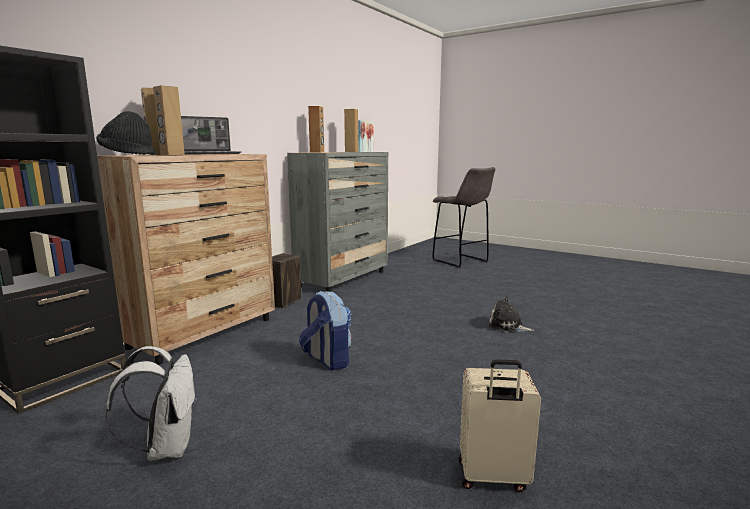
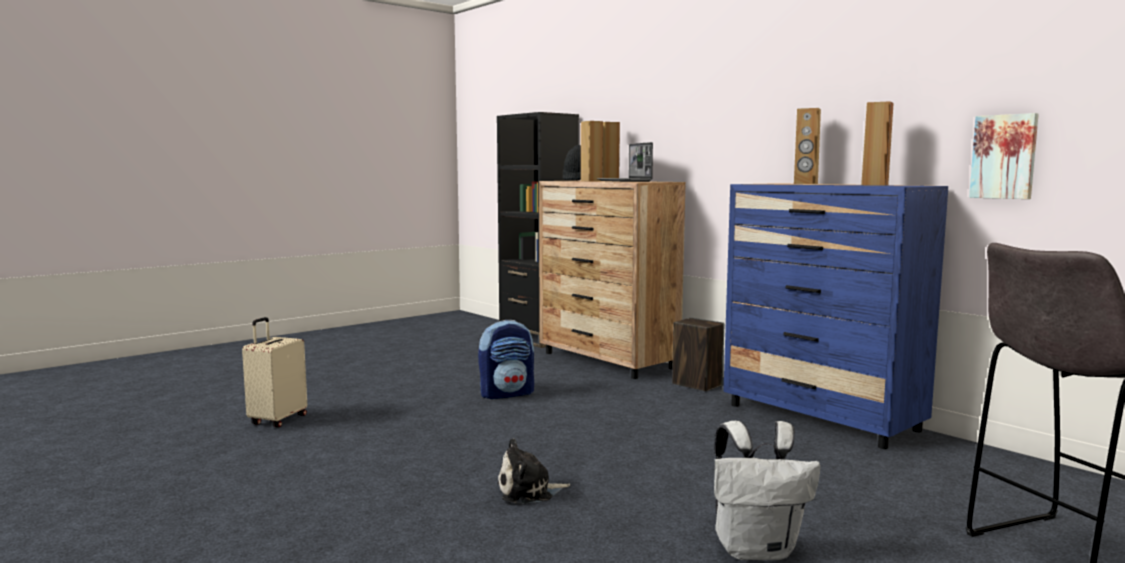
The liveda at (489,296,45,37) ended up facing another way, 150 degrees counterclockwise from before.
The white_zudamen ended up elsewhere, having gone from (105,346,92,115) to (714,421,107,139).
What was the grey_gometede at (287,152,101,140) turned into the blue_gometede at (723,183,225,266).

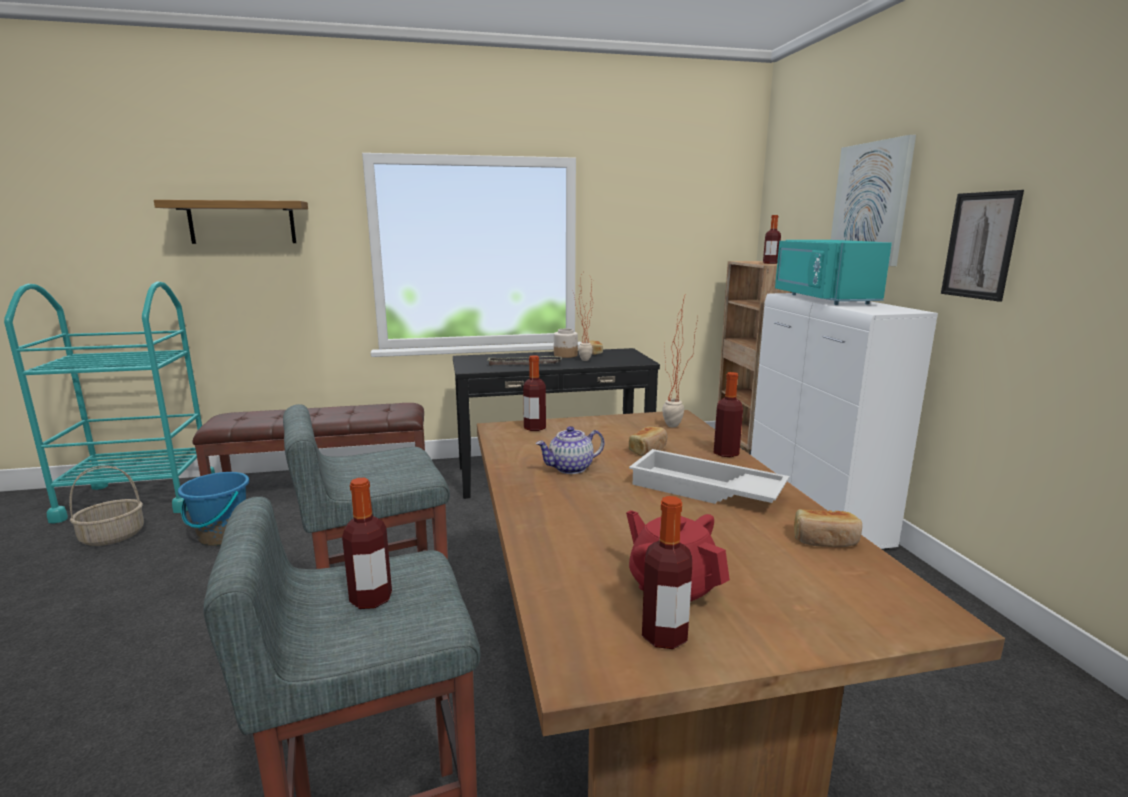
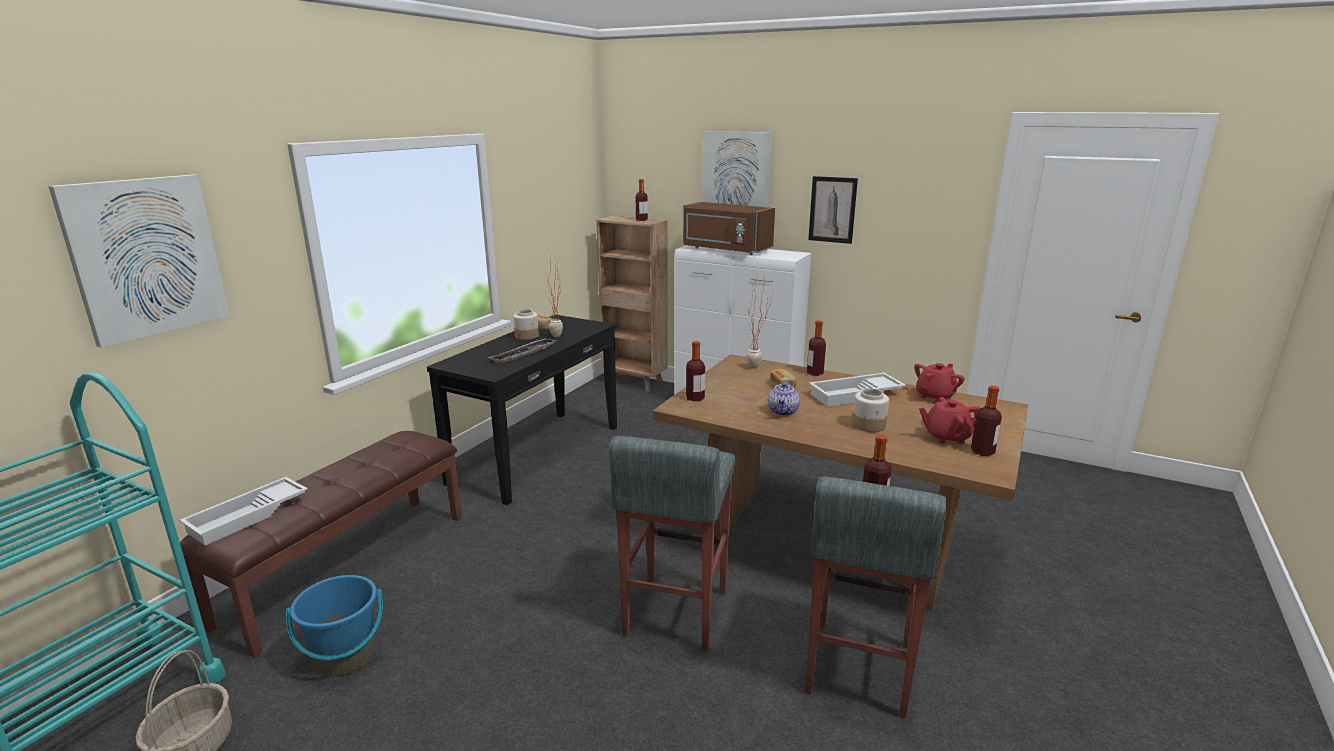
Where the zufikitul hung at (154,200,154,44), the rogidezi came to hang at (48,175,182,173).
The second view gained the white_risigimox at (179,477,129,68).
What was the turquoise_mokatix at (775,240,117,65) turned into the brown_mokatix at (683,202,92,53).
The second view gained the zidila at (852,388,37,44).
Where the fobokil stood at (794,509,68,38), the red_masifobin came to stand at (914,363,50,39).

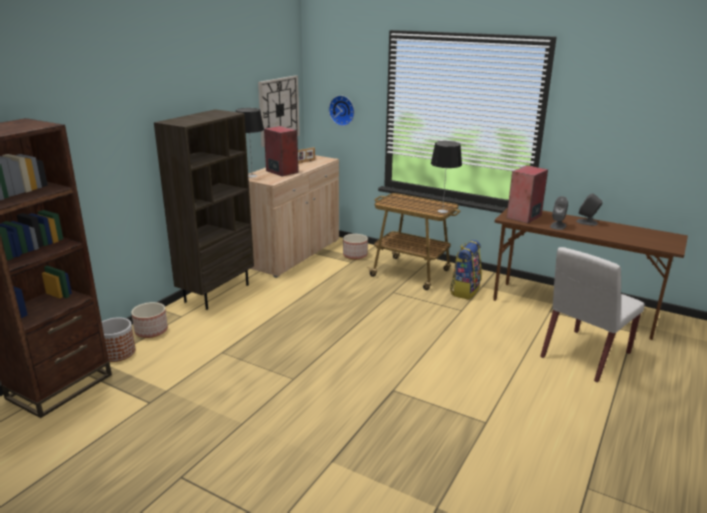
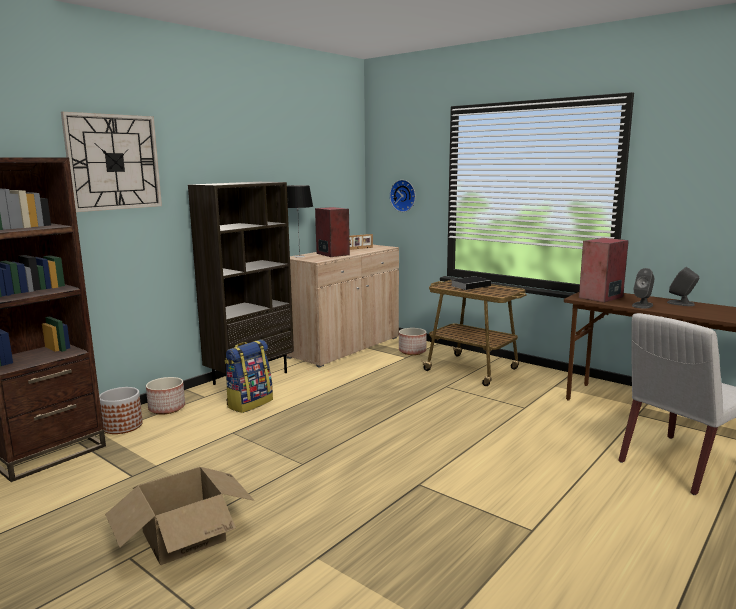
The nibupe ended up elsewhere, having gone from (258,75,42,72) to (61,112,101,100).
The second view gained the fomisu at (105,467,150,98).
The zudamen ended up elsewhere, having gone from (450,240,32,60) to (224,340,49,73).
The second view gained the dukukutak at (452,276,39,14).
The second view lost the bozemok at (431,141,31,72).

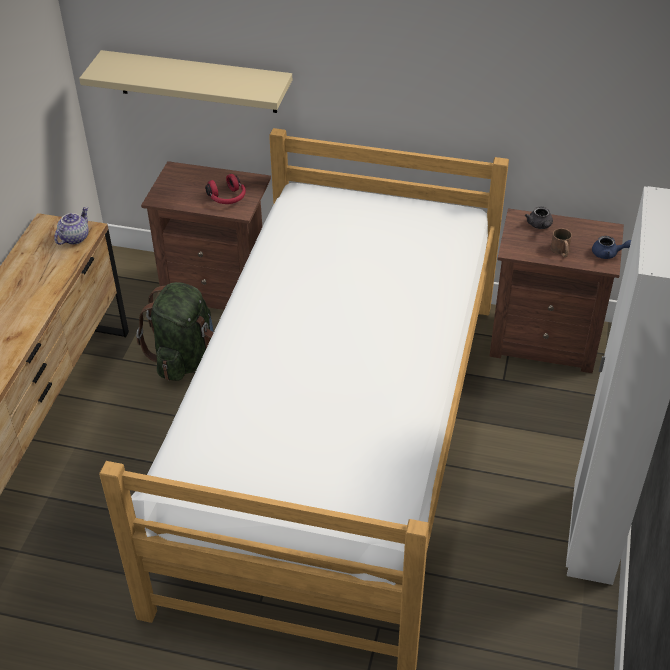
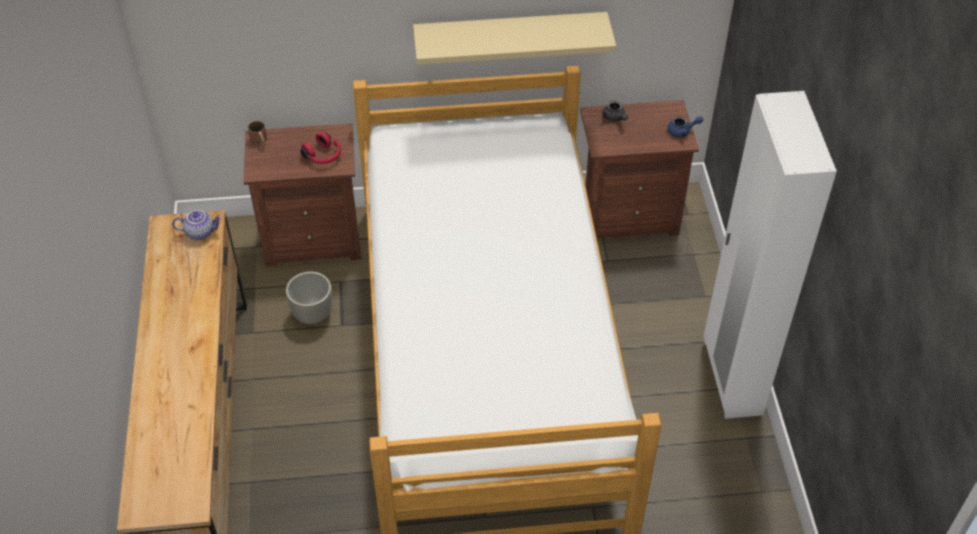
The masifobin at (54,207,35,38) ended up facing another way, 75 degrees clockwise from before.
The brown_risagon ended up elsewhere, having gone from (551,228,21,29) to (248,121,19,25).
Where the green_zudamen stood at (136,282,78,99), the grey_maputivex came to stand at (286,271,46,53).
The beige_zufikitul ended up elsewhere, having gone from (79,50,213,63) to (413,12,203,53).

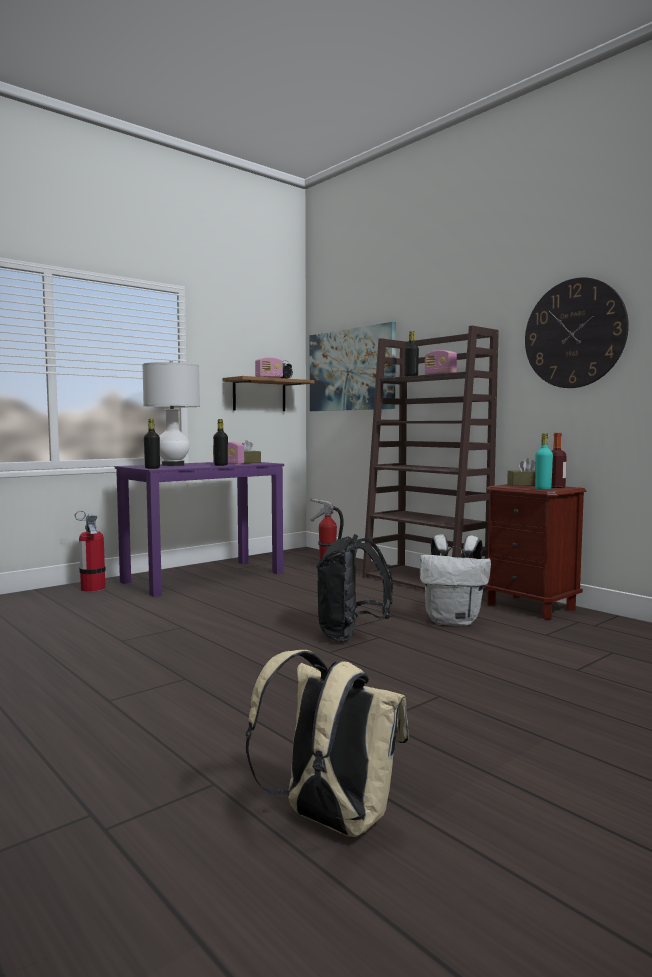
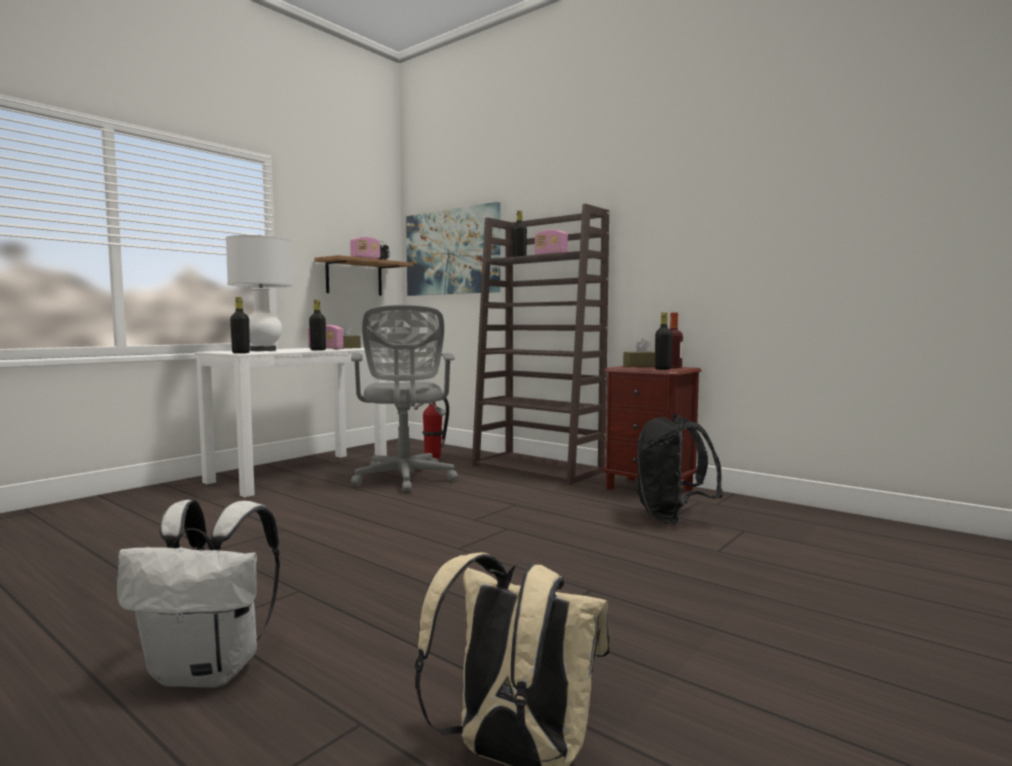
The white_zudamen ended up elsewhere, having gone from (420,534,71,92) to (117,500,163,187).
What was the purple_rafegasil at (115,462,169,135) turned into the white_rafegasil at (194,348,193,149).
The second view gained the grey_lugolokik at (351,305,107,188).
The black_zudamen ended up elsewhere, having gone from (316,534,77,107) to (636,414,87,110).
What was the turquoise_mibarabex at (535,433,18,57) turned into the black_mibarabex at (655,312,17,58).
The second view lost the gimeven at (75,511,31,81).
The second view lost the nibupe at (525,277,104,111).

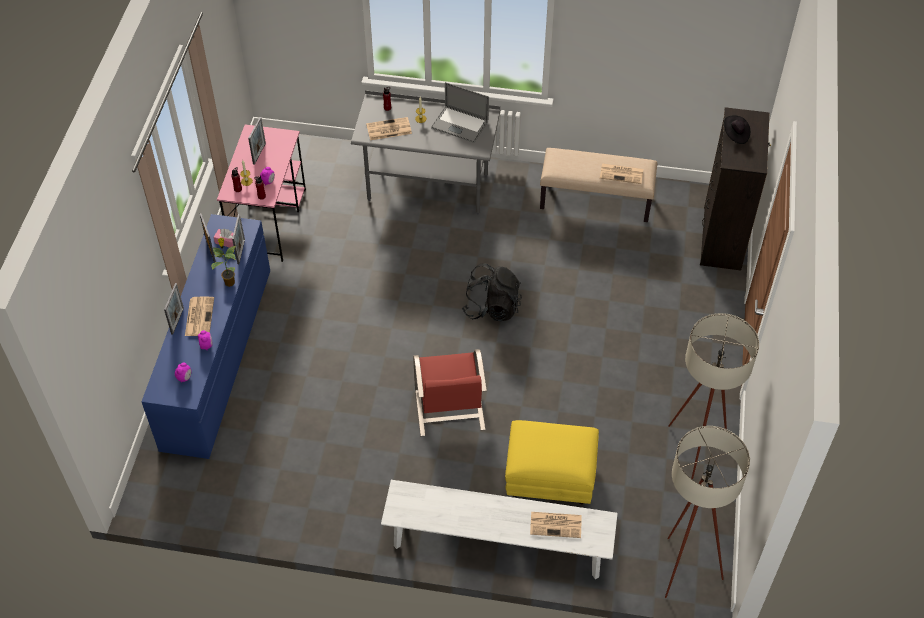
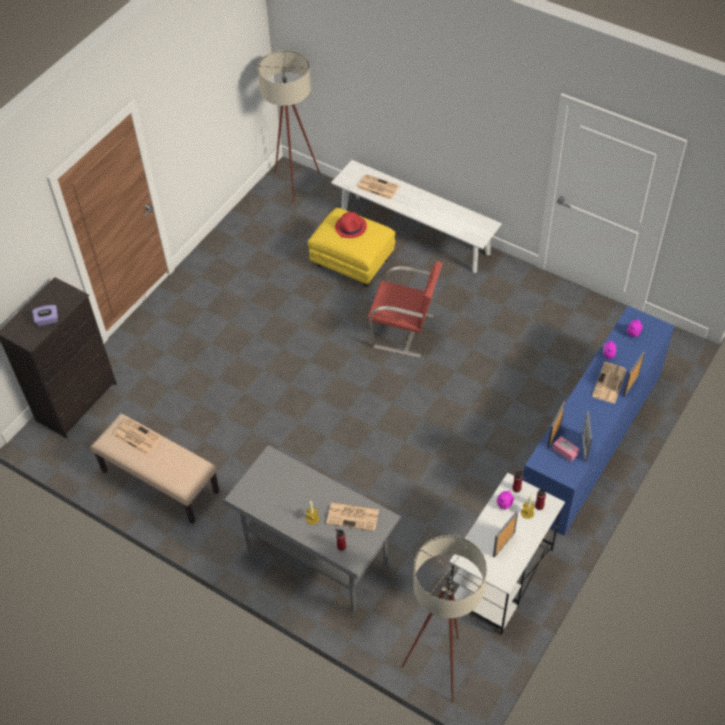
Where the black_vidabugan stood at (724,115,26,29), the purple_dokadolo came to stand at (32,305,26,21).
The second view gained the red_vidabugan at (335,212,32,26).
The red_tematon at (413,349,74,87) ended up facing another way, 90 degrees clockwise from before.
The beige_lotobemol ended up elsewhere, having gone from (668,313,91,166) to (401,535,86,167).
What was the pink_rafegasil at (217,124,89,138) turned into the white_rafegasil at (449,473,116,162).
The second view lost the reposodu at (212,238,24,49).
The second view lost the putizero at (431,82,58,61).
The second view lost the black_zudamen at (462,263,60,58).

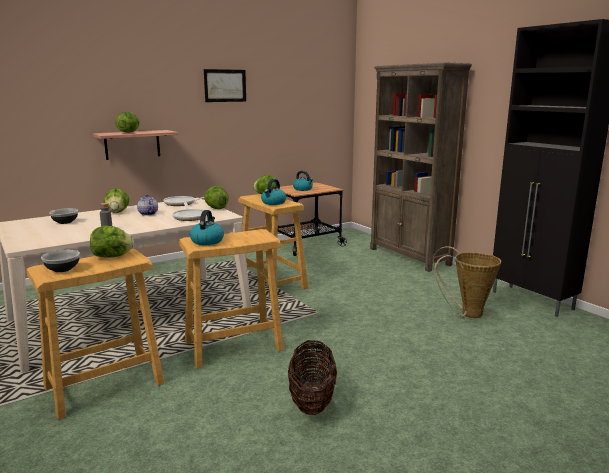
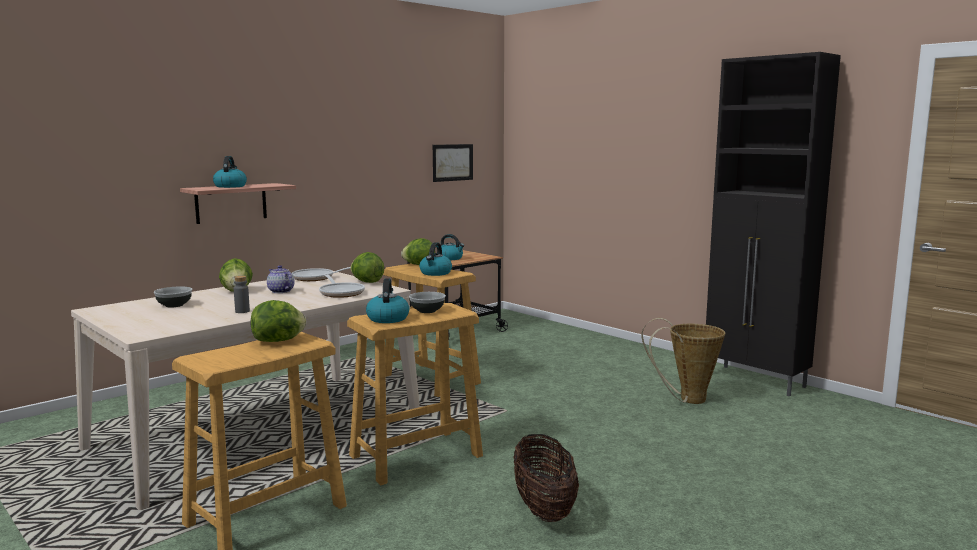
Where the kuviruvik stood at (115,111,24,22), the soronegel came to stand at (213,156,34,32).
The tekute ended up elsewhere, having gone from (41,250,39,22) to (409,292,37,21).
The rogidezi ended up elsewhere, having gone from (204,69,42,33) to (433,144,40,38).
The second view lost the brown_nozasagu at (370,62,102,210).

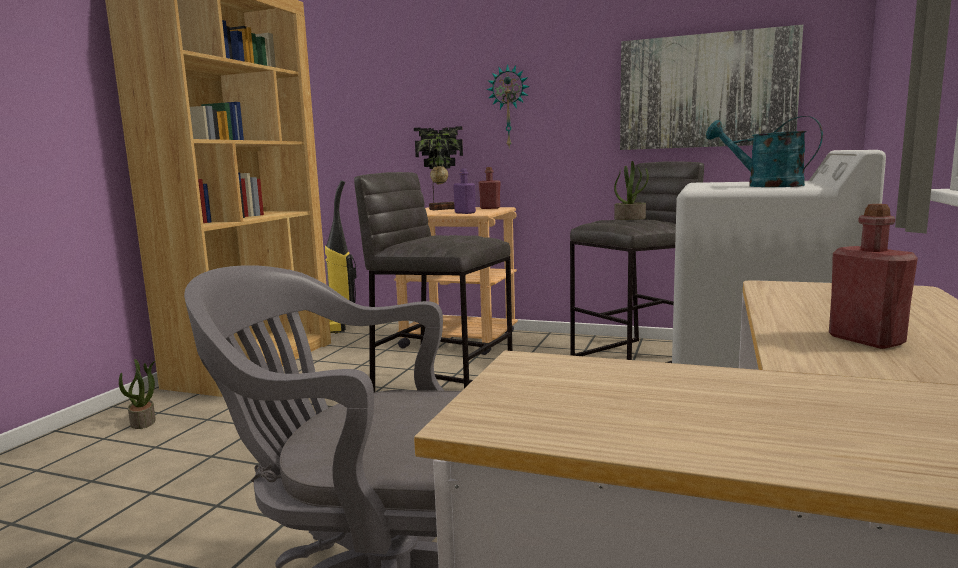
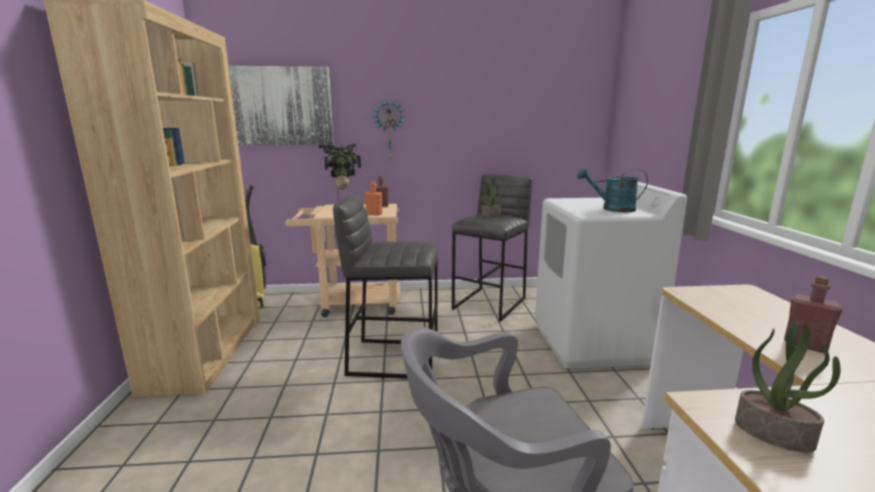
The rogidezi ended up elsewhere, having gone from (620,25,183,125) to (229,66,105,79).
What was the purple_mibarabex at (453,168,23,46) turned into the orange_mibarabex at (365,181,17,35).
The reposodu ended up elsewhere, having gone from (119,359,37,70) to (735,321,106,132).

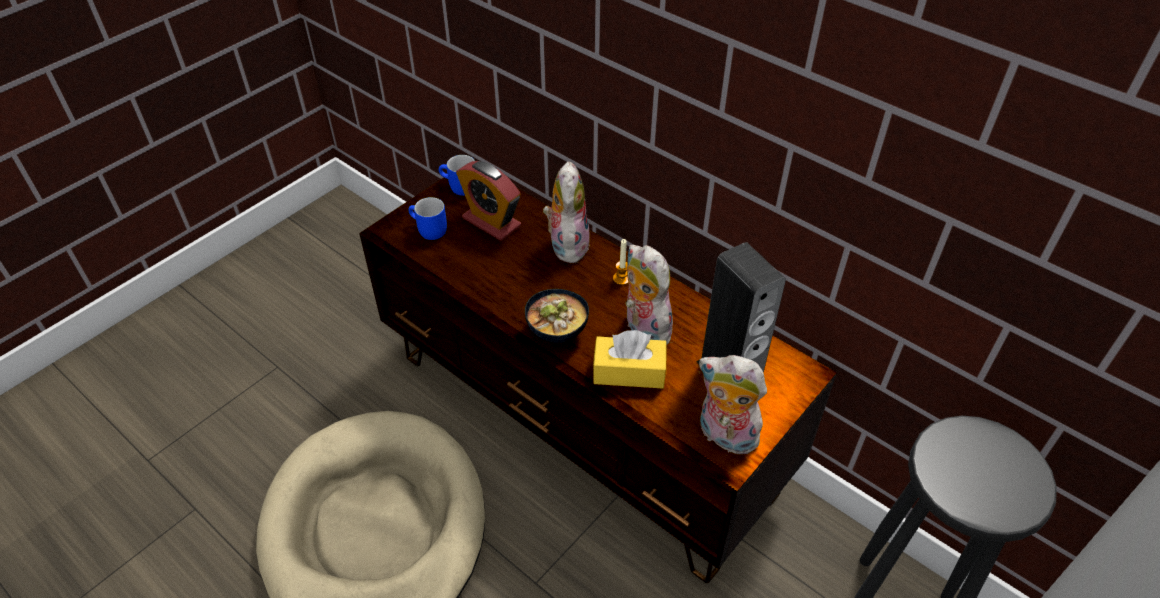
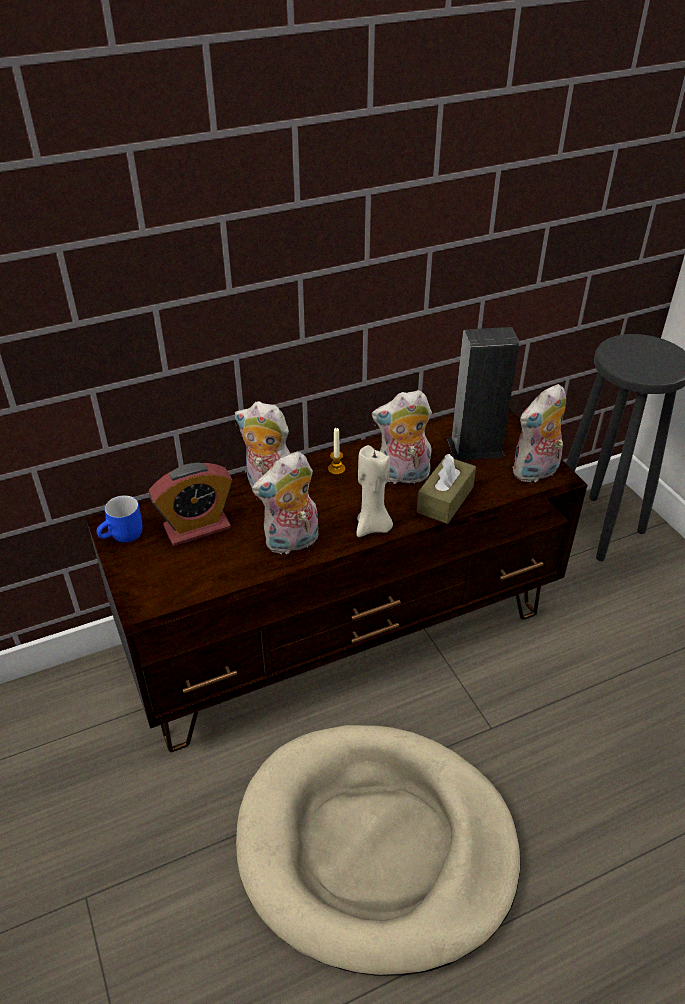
The second view gained the liveda at (252,452,66,103).
Where the tekute stood at (525,289,64,55), the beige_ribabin came to stand at (356,445,37,92).
What was the yellow_dokadolo at (593,330,74,59) turned into the brown_dokadolo at (417,454,59,70).
The second view lost the blue_risagon at (408,197,39,43).

